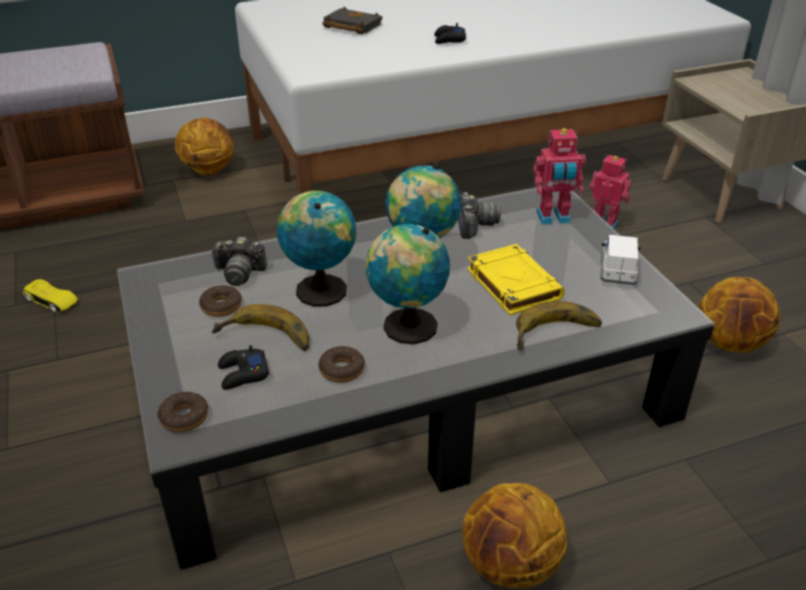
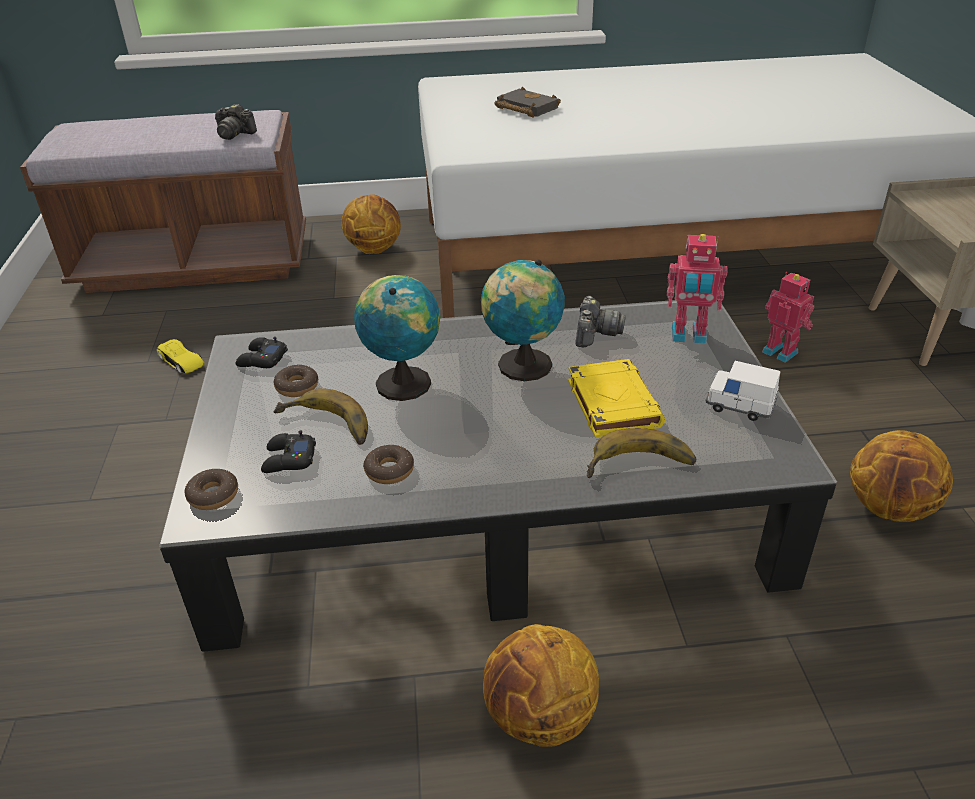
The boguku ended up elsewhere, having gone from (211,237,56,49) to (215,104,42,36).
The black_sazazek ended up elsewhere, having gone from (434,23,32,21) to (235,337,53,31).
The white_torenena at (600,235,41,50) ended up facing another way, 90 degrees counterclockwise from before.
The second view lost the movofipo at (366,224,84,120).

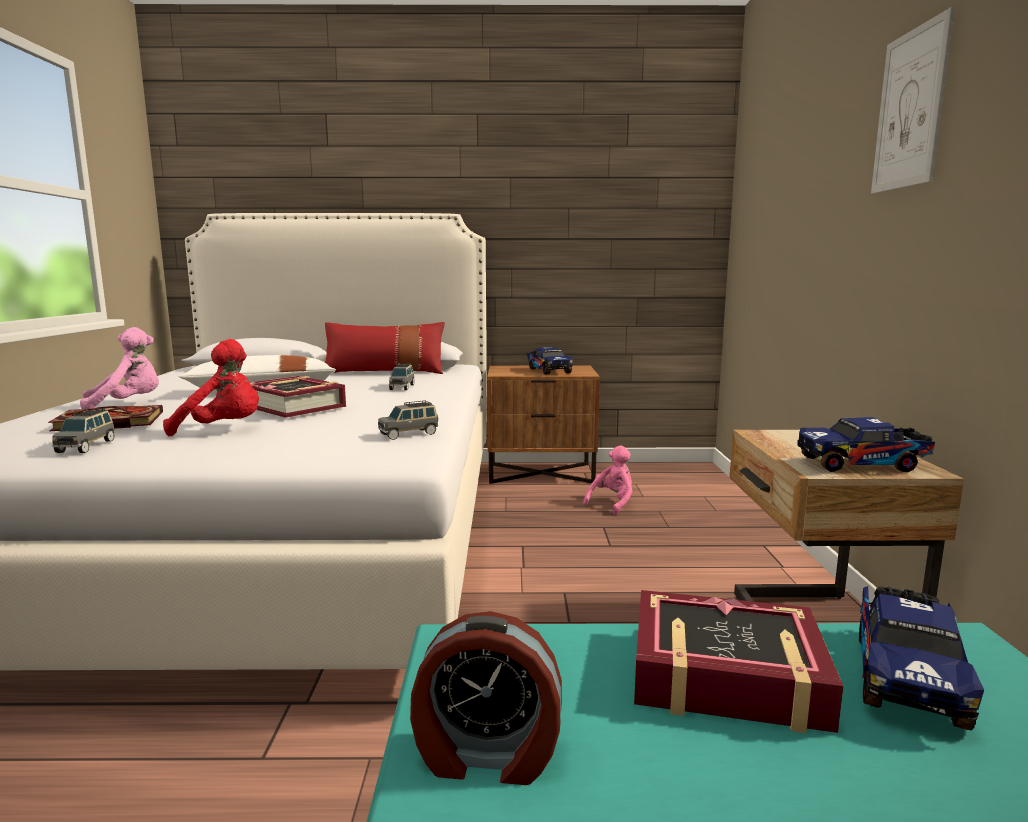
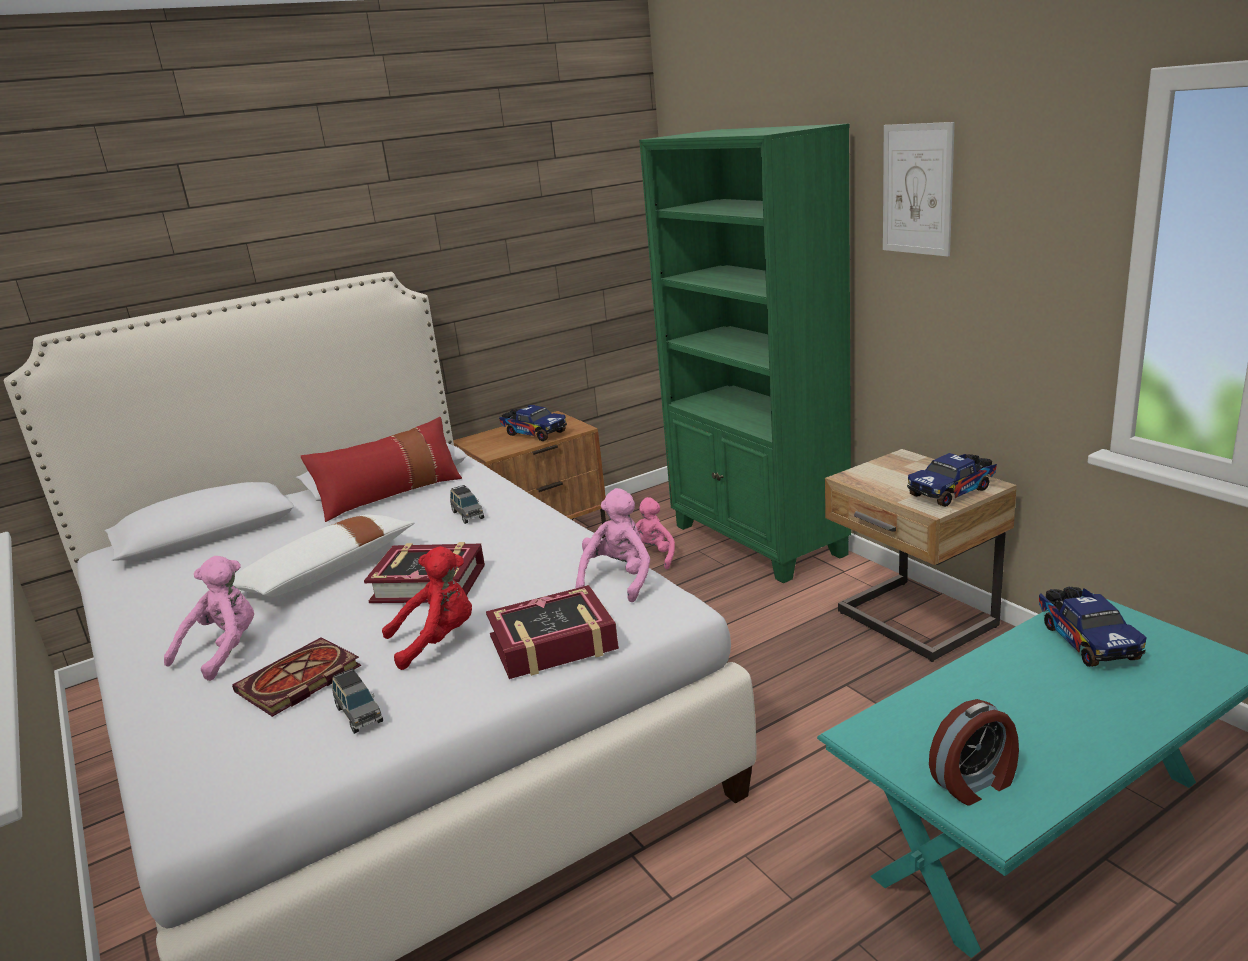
The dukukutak ended up elsewhere, having gone from (634,590,210,143) to (486,585,133,94).
Where the grey_torenena stood at (378,400,60,40), the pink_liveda came to stand at (576,488,74,115).
The second view gained the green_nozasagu at (639,124,212,459).

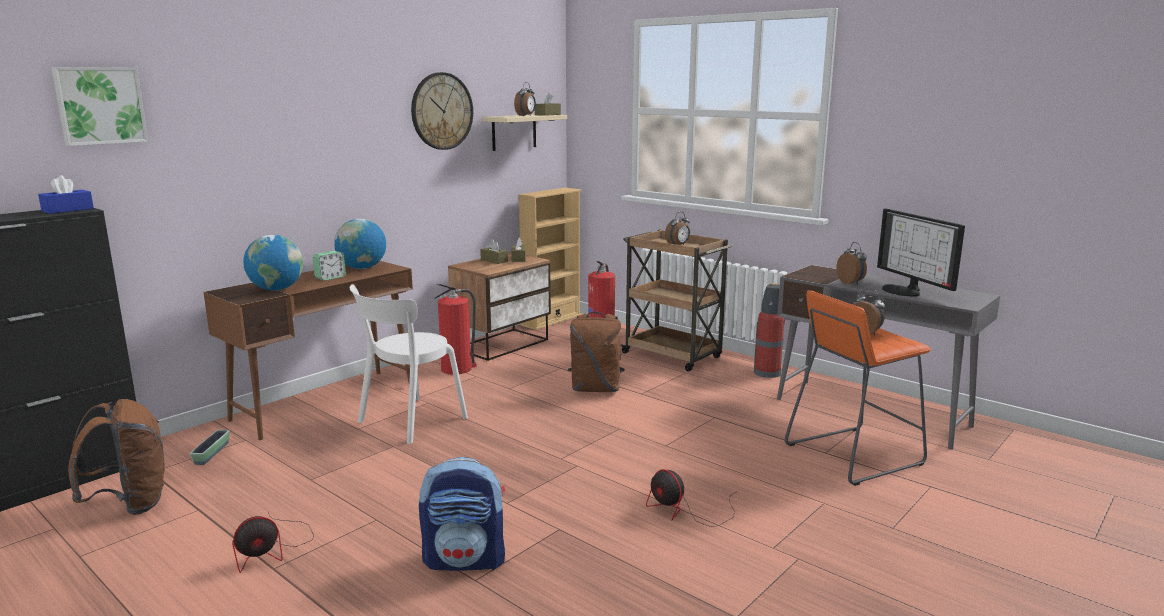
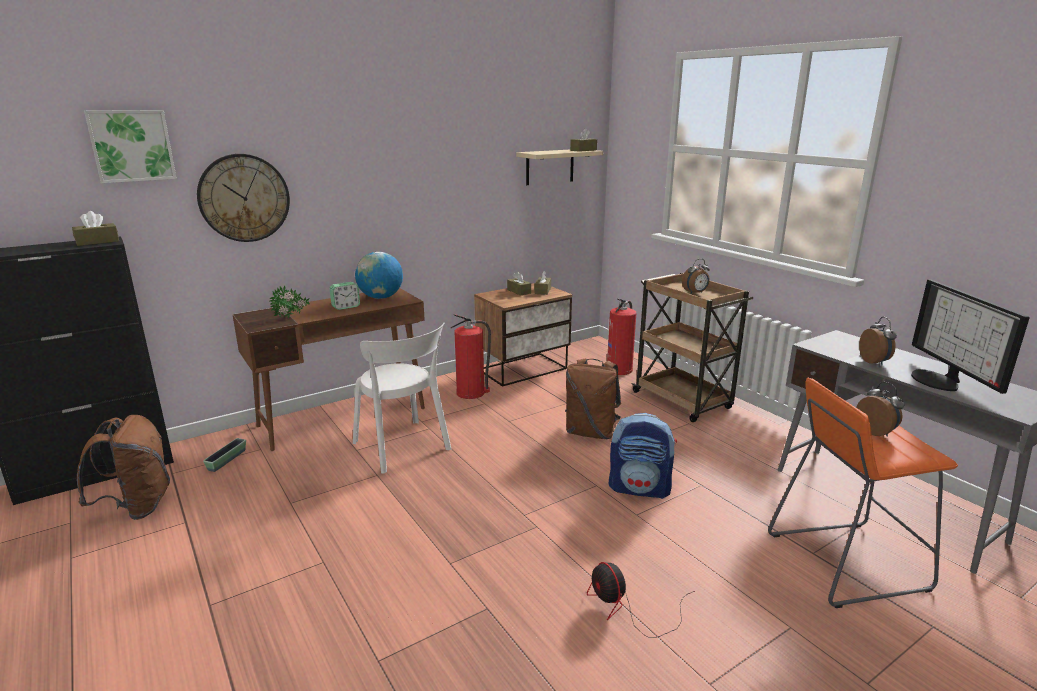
What was the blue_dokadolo at (38,175,56,39) turned into the brown_dokadolo at (72,211,47,35).
The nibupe ended up elsewhere, having gone from (411,72,62,78) to (197,154,93,88).
Where the movofipo stood at (243,235,60,55), the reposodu came to stand at (269,286,41,32).
The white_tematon at (350,284,118,160) ended up facing another way, 90 degrees counterclockwise from before.
The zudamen ended up elsewhere, having gone from (419,457,86,114) to (609,413,68,86).
The second view lost the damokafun at (232,512,82,61).
The second view lost the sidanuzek at (514,82,22,34).
The second view lost the beige_nozasagu at (518,188,63,142).
The second view lost the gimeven at (754,283,31,95).

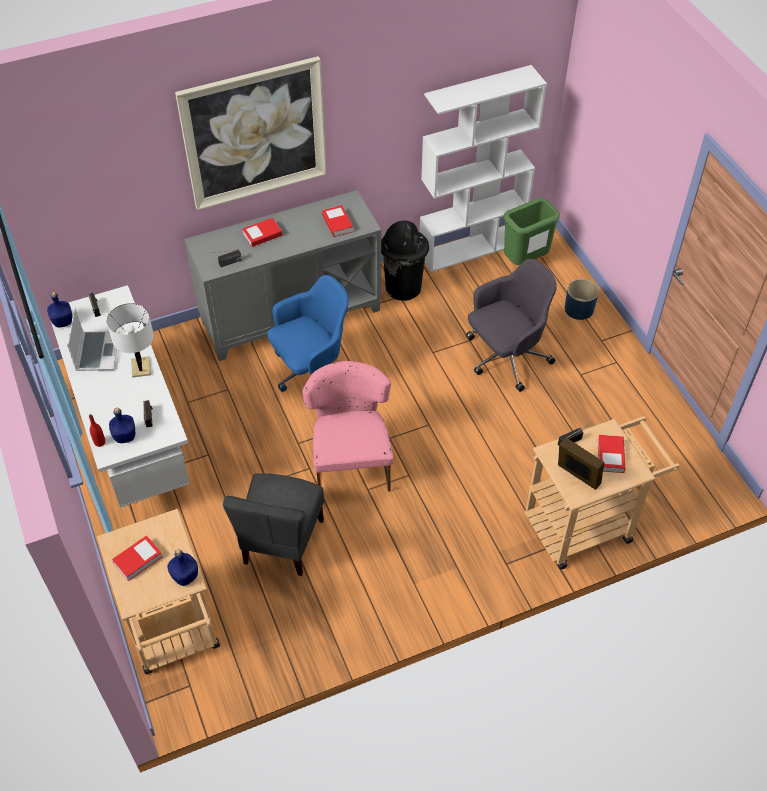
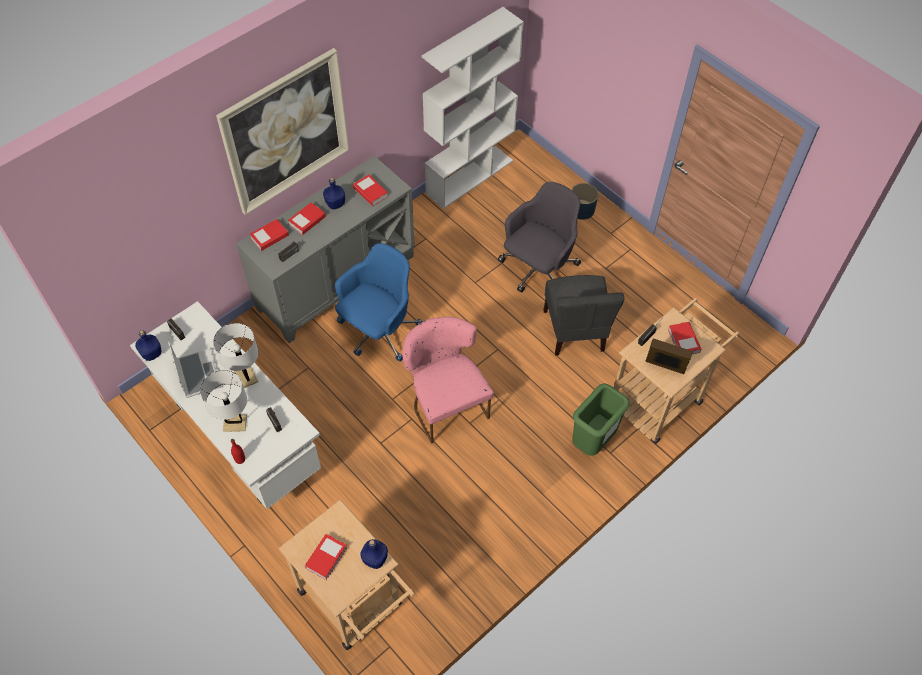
The second view gained the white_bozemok at (200,370,47,62).
The second view gained the dukukutak at (250,219,39,32).
The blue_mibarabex ended up elsewhere, having gone from (109,408,26,35) to (323,178,22,31).
The grey_tematon ended up elsewhere, having gone from (223,473,101,103) to (543,275,81,81).
The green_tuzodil ended up elsewhere, having gone from (504,198,56,67) to (572,383,58,73).
The second view lost the black_tuzodil at (381,221,48,80).

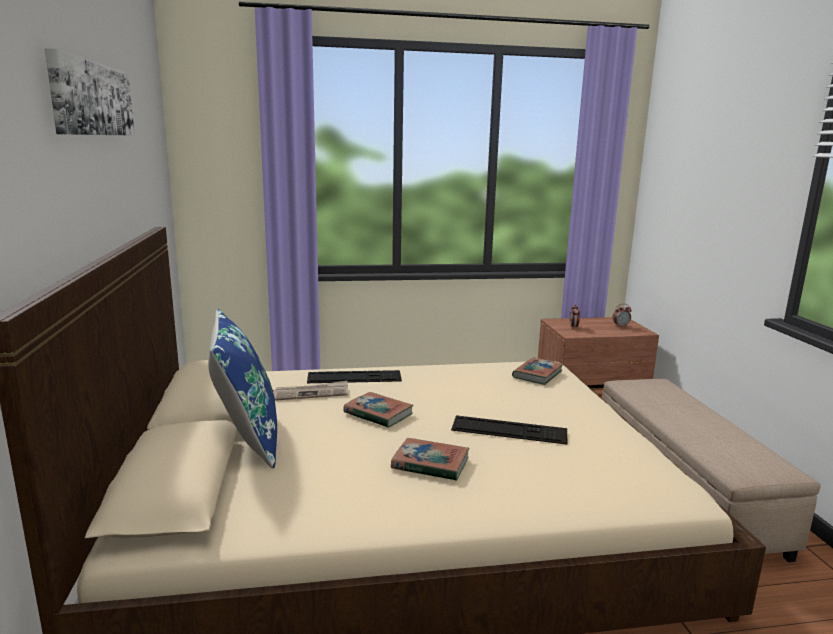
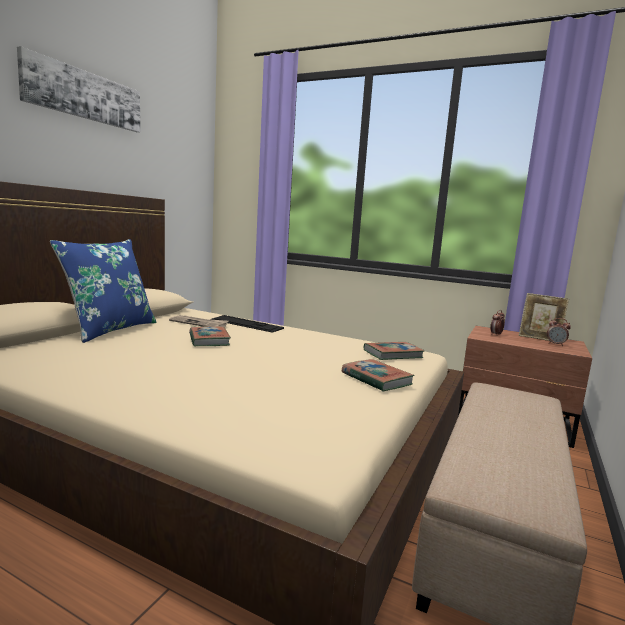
The dukukutak ended up elsewhere, having gone from (391,438,78,43) to (342,359,73,33).
The second view gained the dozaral at (519,293,50,48).
The second view lost the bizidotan at (451,415,116,30).

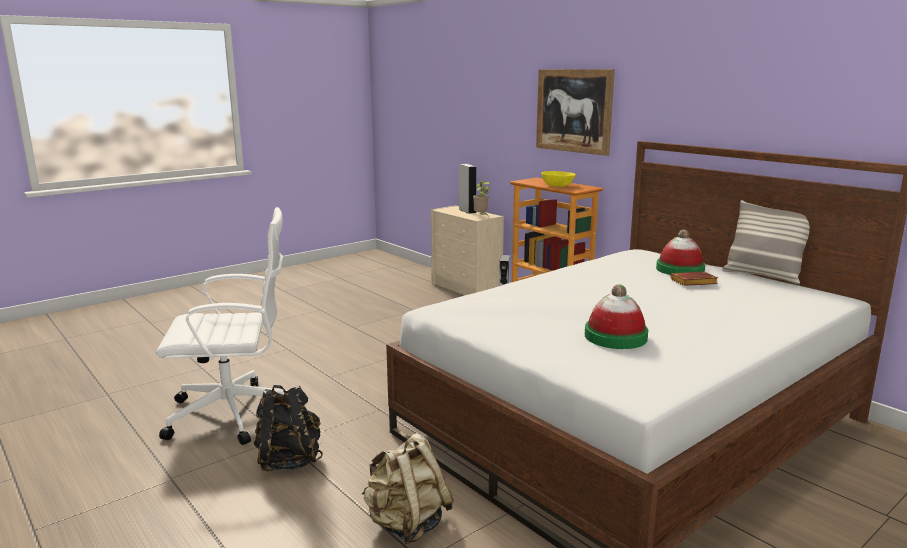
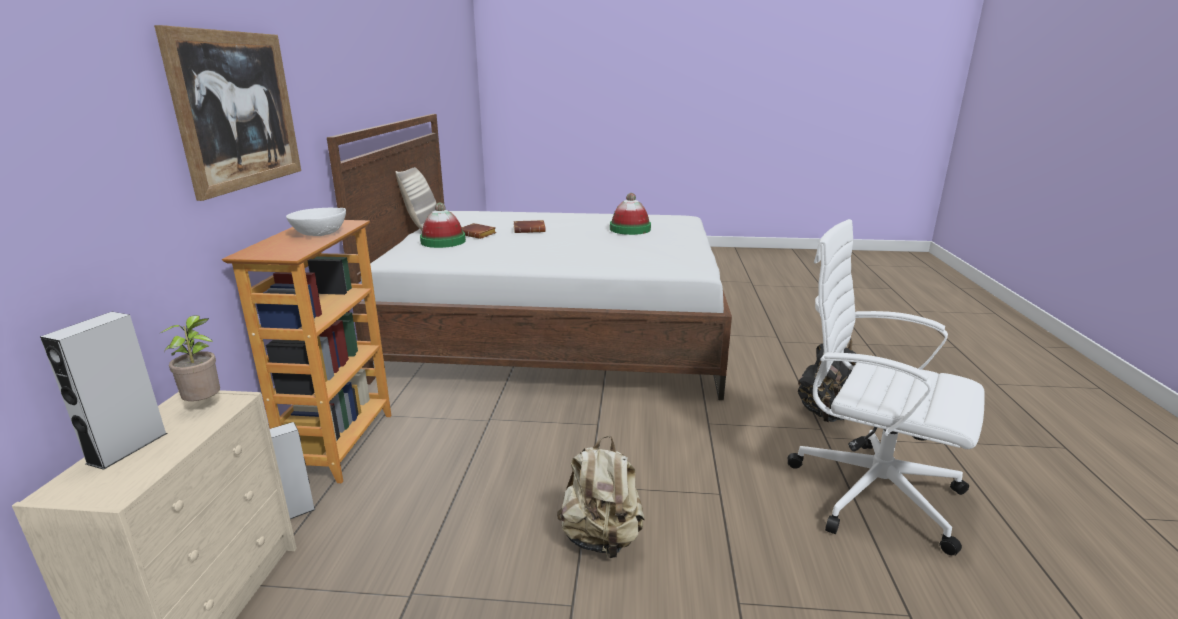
What was the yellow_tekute at (541,171,35,16) turned into the white_tekute at (286,208,60,28).
The second view gained the brown_dukukutak at (513,220,33,13).
The beige_zudamen ended up elsewhere, having gone from (362,433,92,111) to (557,436,88,124).

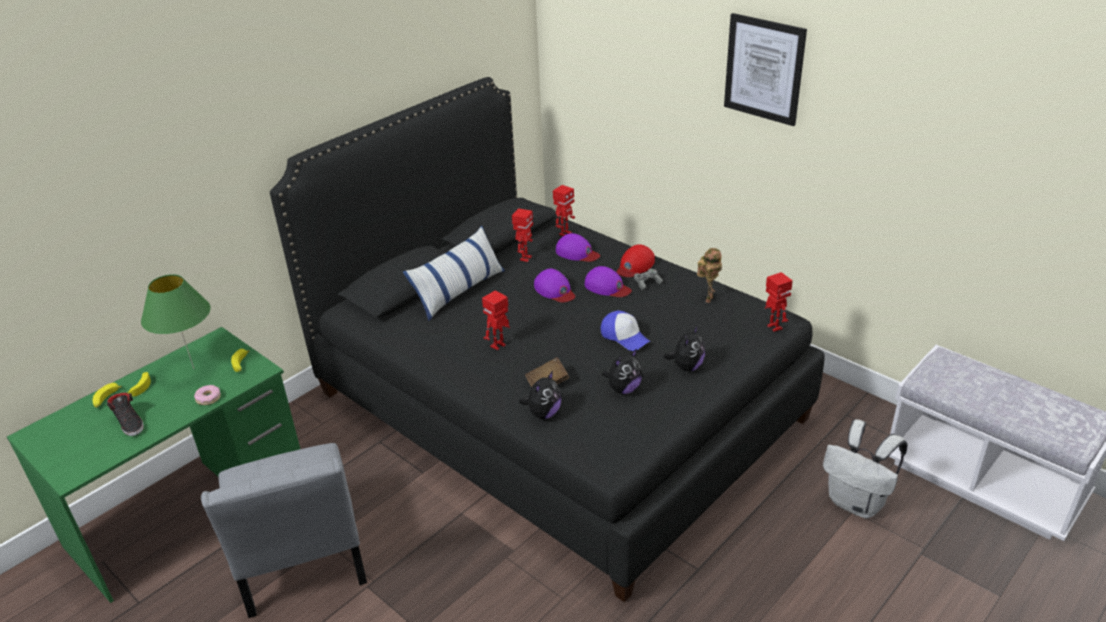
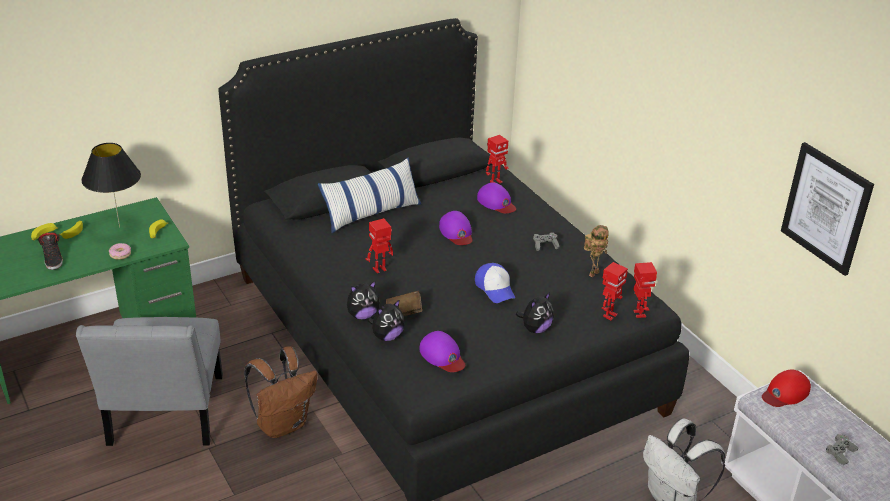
What was the green_bozemok at (141,274,70,95) turned into the black_bozemok at (82,143,59,85).
The second view gained the brown_zudamen at (244,346,73,92).
The liveda ended up elsewhere, having gone from (602,349,41,45) to (347,281,33,38).
The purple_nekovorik ended up elsewhere, having gone from (585,266,47,31) to (420,331,45,41).
The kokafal ended up elsewhere, having gone from (512,209,21,53) to (602,262,26,59).
The red_nekovorik ended up elsewhere, having gone from (617,244,38,33) to (762,370,49,37).
The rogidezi ended up elsewhere, having gone from (724,13,83,113) to (781,142,93,134).
The second view gained the grey_sazazek at (826,434,32,31).

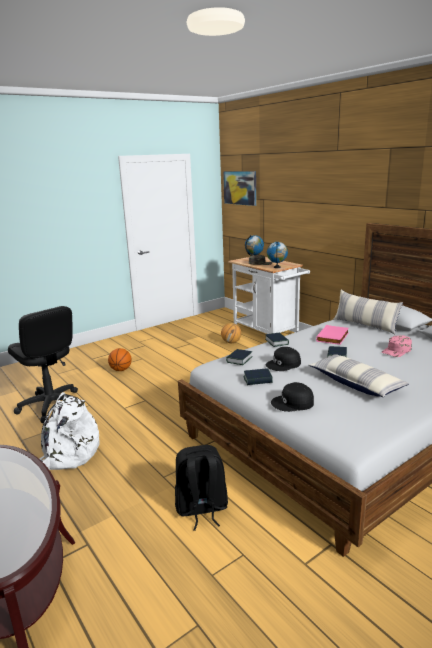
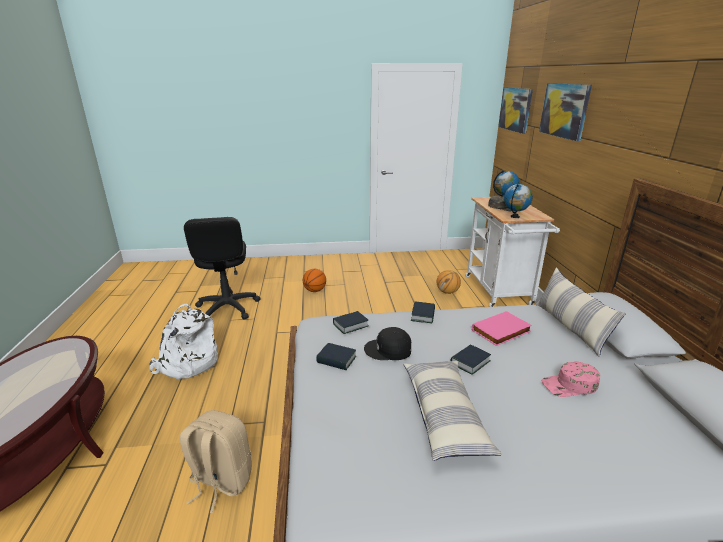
What was the black_zudamen at (175,445,53,86) turned into the beige_zudamen at (180,410,72,103).
The second view gained the rogidezi at (539,83,53,58).
The second view lost the black_nekovorik at (271,382,43,30).

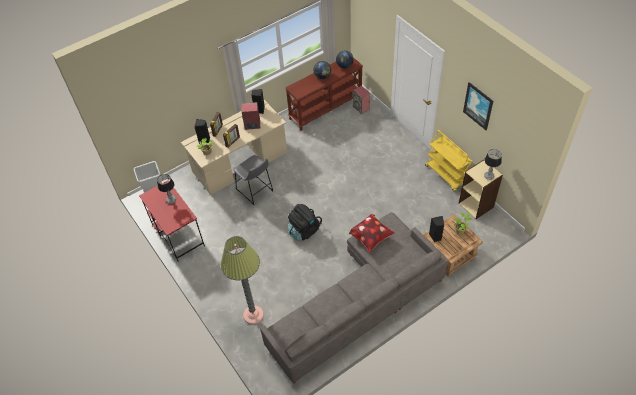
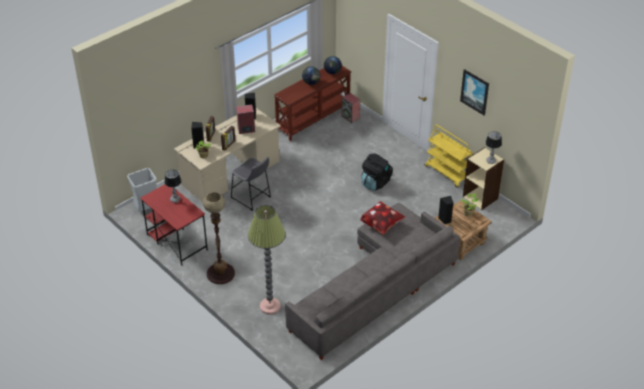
The second view gained the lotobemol at (203,192,32,92).
The black_zudamen ended up elsewhere, having gone from (288,204,34,37) to (362,153,31,38).

